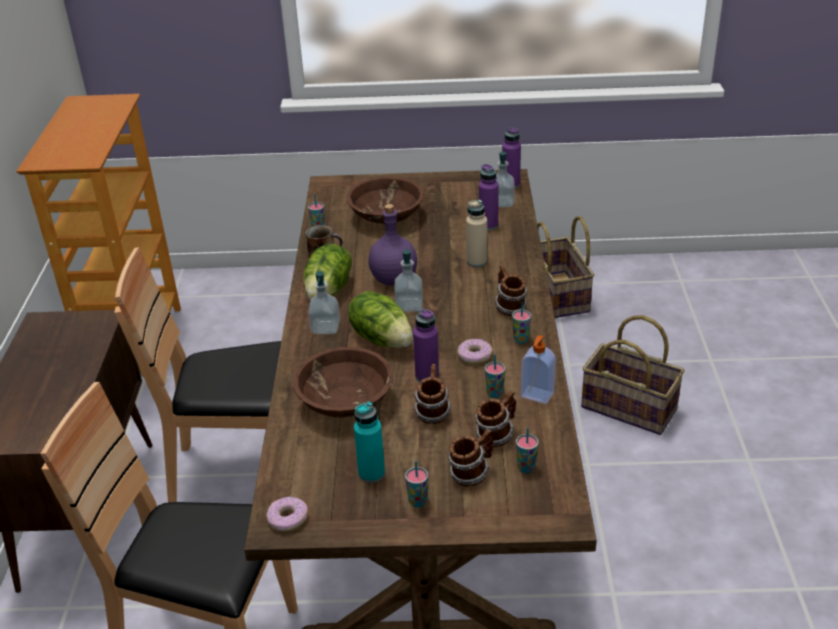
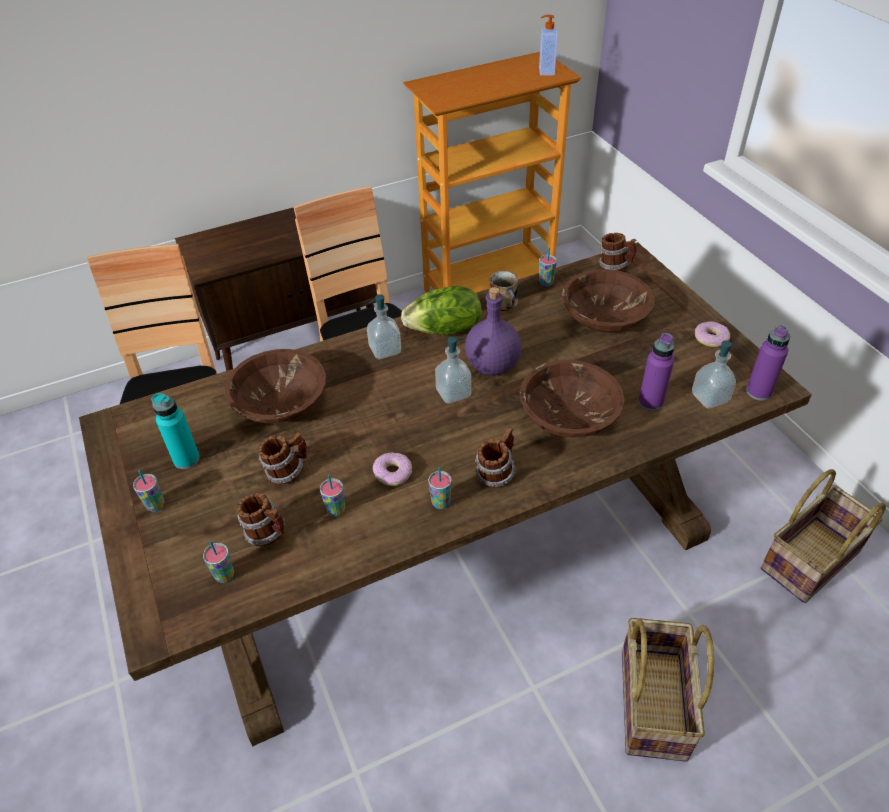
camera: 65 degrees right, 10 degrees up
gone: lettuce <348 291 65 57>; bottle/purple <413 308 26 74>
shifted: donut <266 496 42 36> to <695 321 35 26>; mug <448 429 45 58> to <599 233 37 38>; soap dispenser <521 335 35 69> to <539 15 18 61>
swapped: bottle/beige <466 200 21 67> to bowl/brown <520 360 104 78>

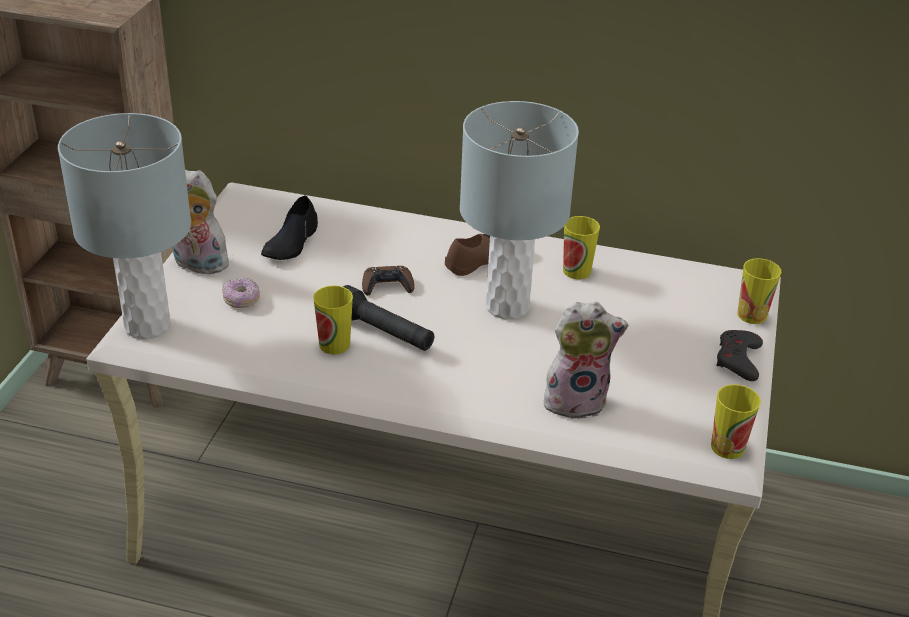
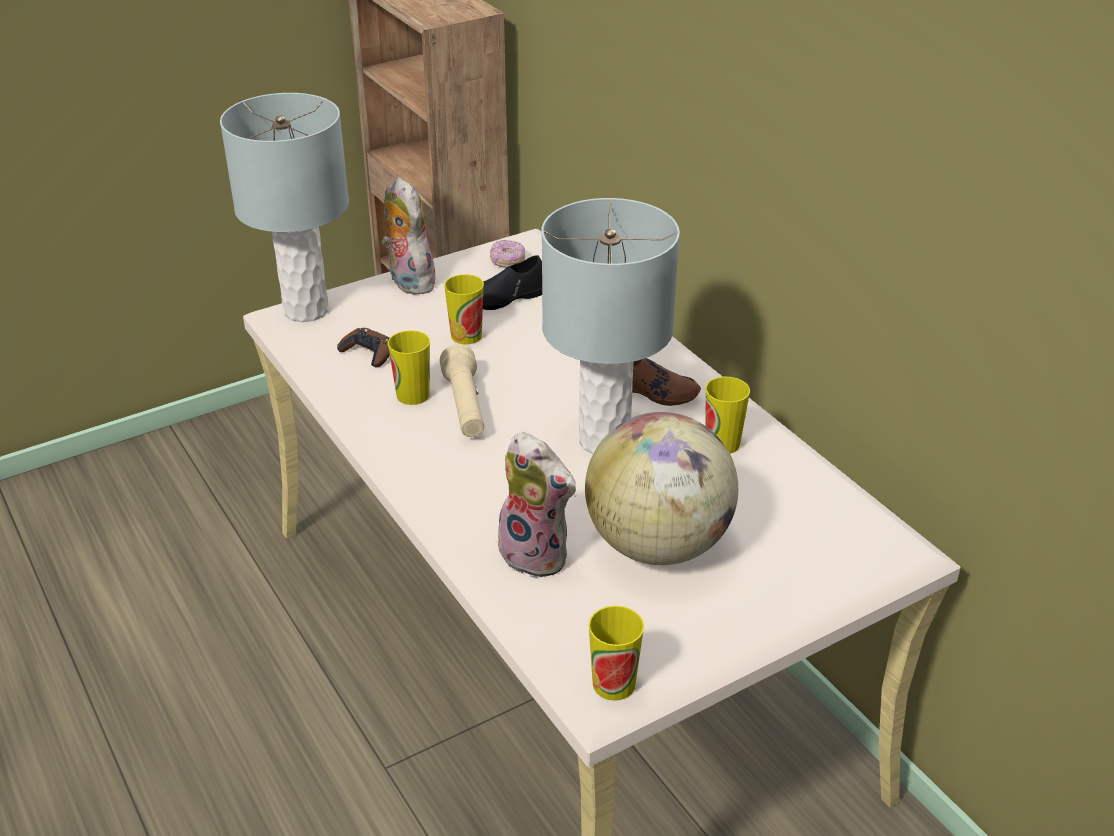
camera: 45 degrees right, 0 degrees up
gone: game controller/grey <716 330 47 51>
new: globe <585 412 153 153>
shifted: donut <222 278 38 30> to <490 240 36 28>; game controller/brown <362 266 53 29> to <337 328 53 39>; cup <737 258 44 66> to <444 274 40 70>
repainted: flashlight/black <343 285 91 66> to flashlight/beige <440 344 44 93>

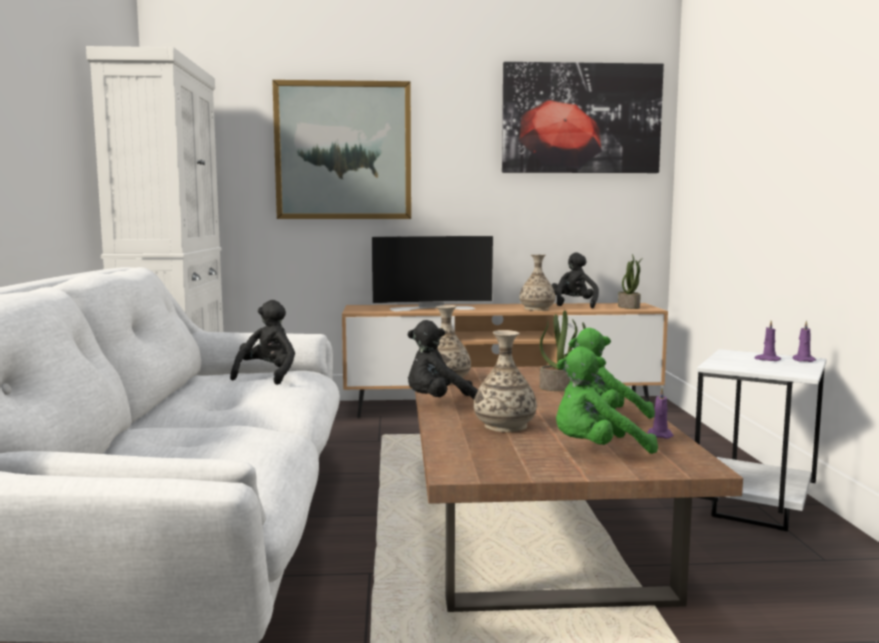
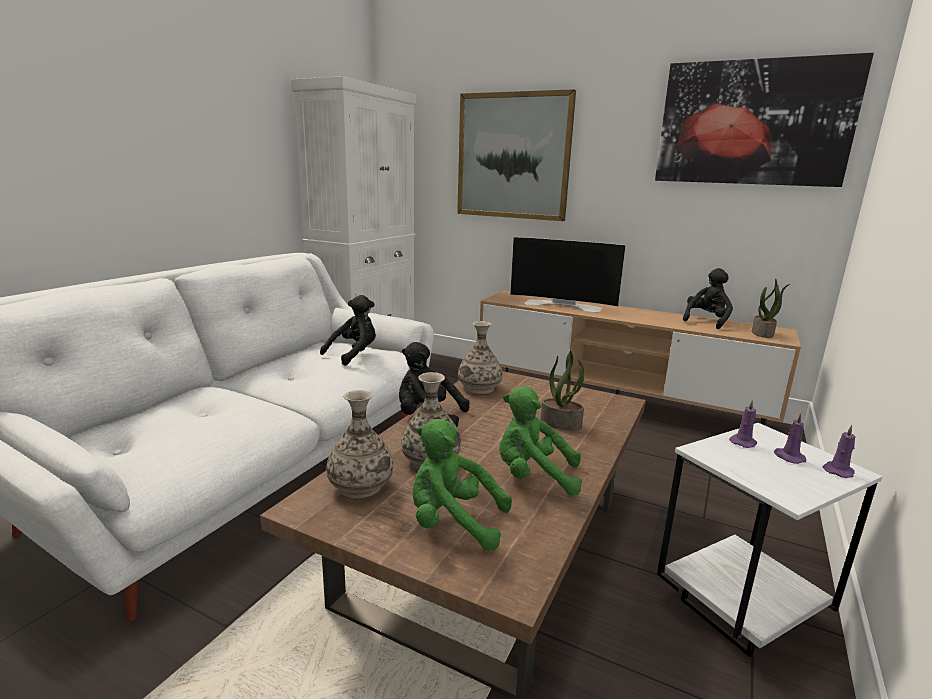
camera: 30 degrees right, 10 degrees up
shifted: vase <519 255 36 56> to <326 390 67 109>; candle/purple <647 388 26 51> to <729 399 28 49>

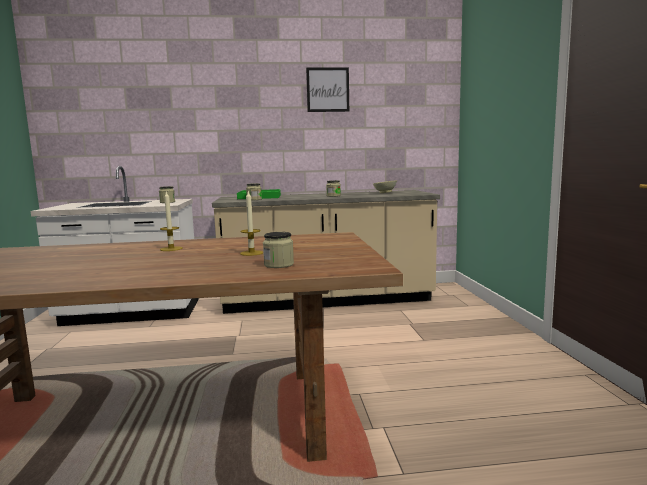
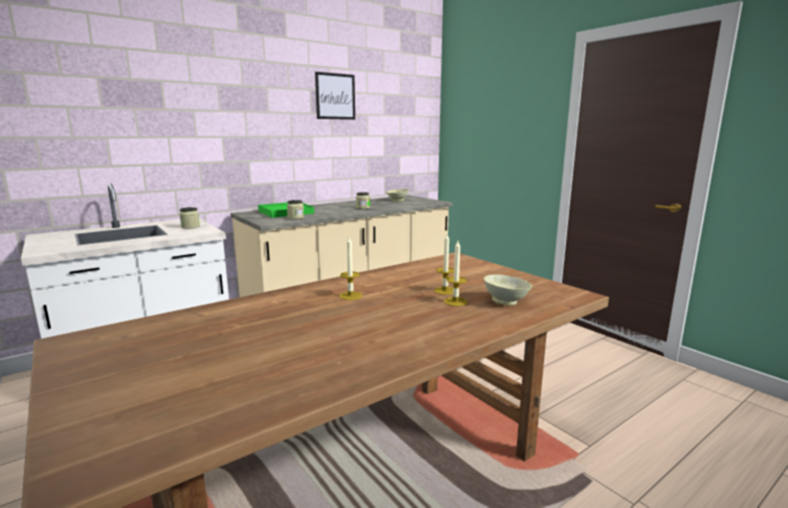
camera: 30 degrees left, 5 degrees up
new: candle <444 241 24 65>
swapped: jar <263 232 31 36> to bowl/beige <484 274 48 32>

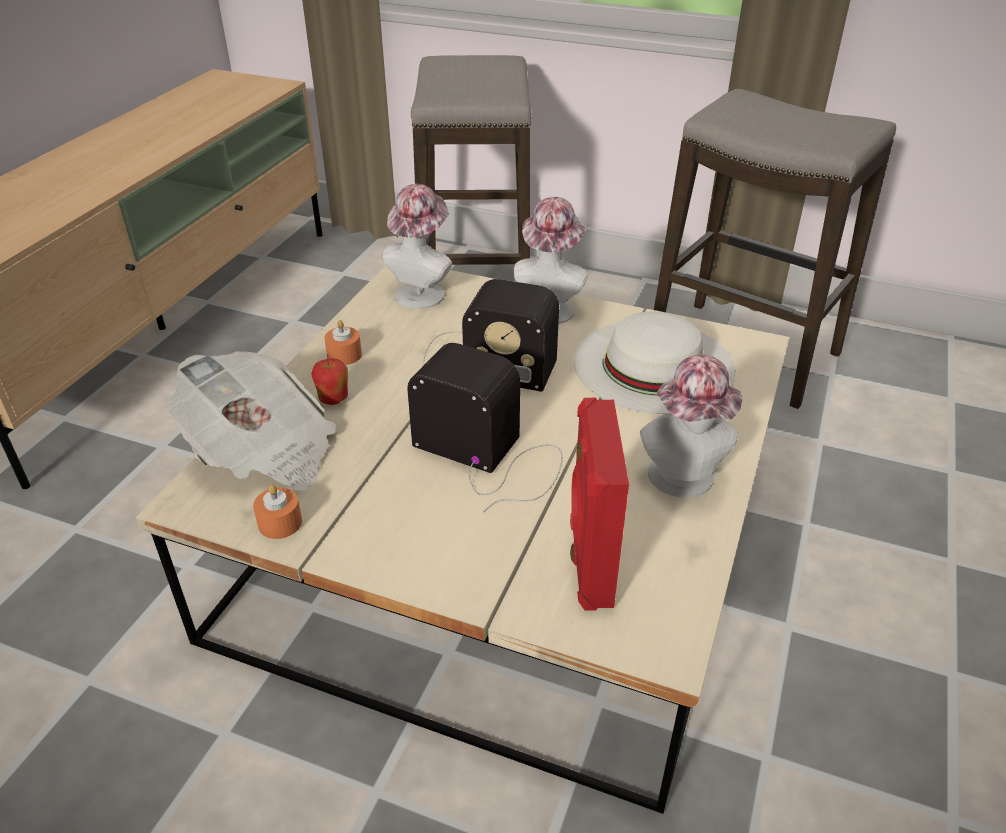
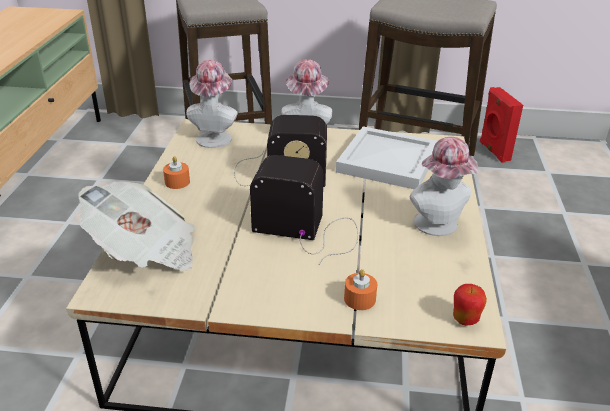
camera: 15 degrees left, 5 degrees down
shifted: candle/orange <253 485 49 54> to <344 269 33 41>; apple <312 358 36 47> to <453 284 34 42>; speaker/red <570 398 59 213> to <480 87 43 76>
swapped: hat/white <574 312 162 102> to tray/white <336 126 101 64>

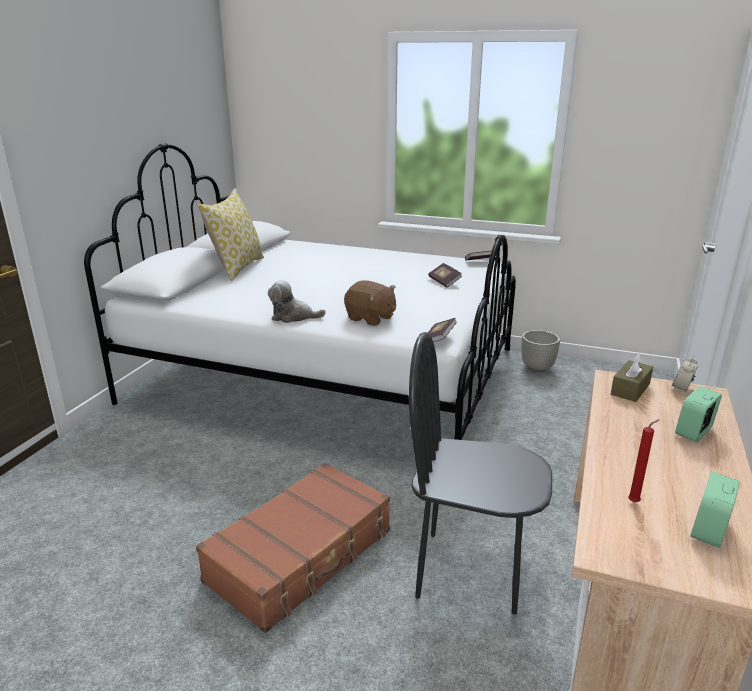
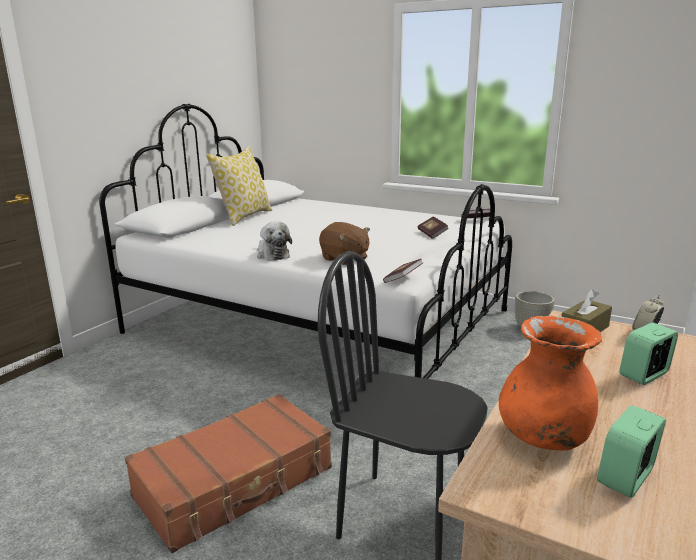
camera: 10 degrees right, 5 degrees down
swapped: candle/red <628 419 32 83> to vase/orange <499 316 103 134>
rotated: plush toy <268 280 58 43> = <257 221 35 40> 135 degrees counterclockwise

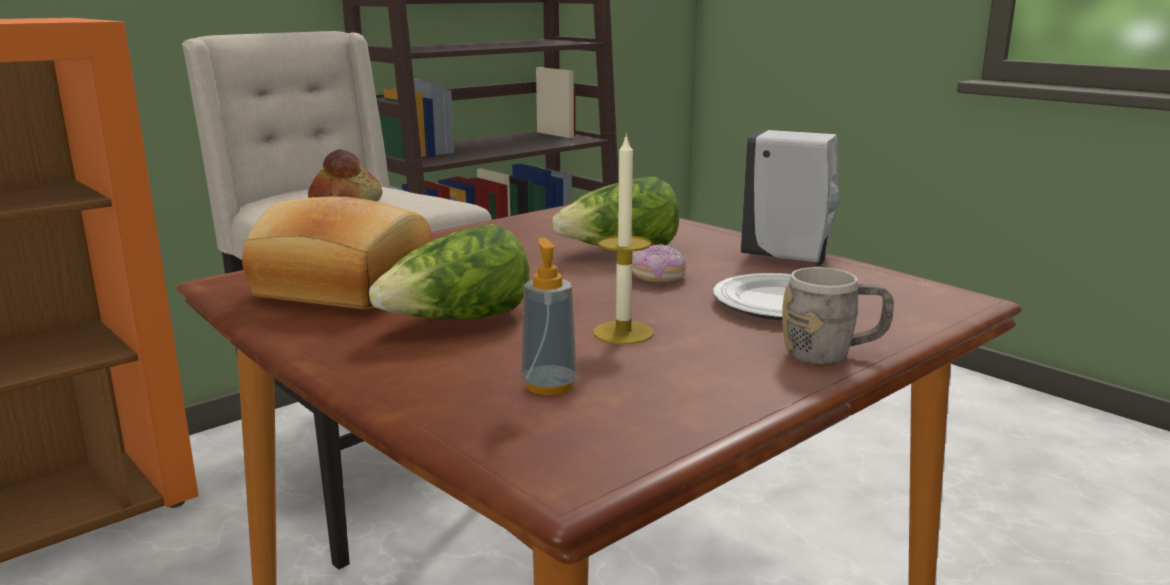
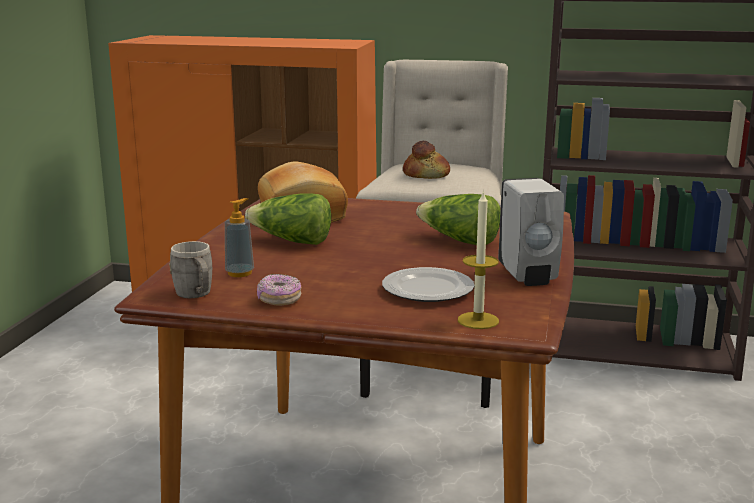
camera: 55 degrees right, 0 degrees up
shifted: candle <593 133 61 211> to <458 190 41 139>; donut <632 244 55 38> to <257 274 44 32>; mug/grey <782 267 112 98> to <169 241 43 57>

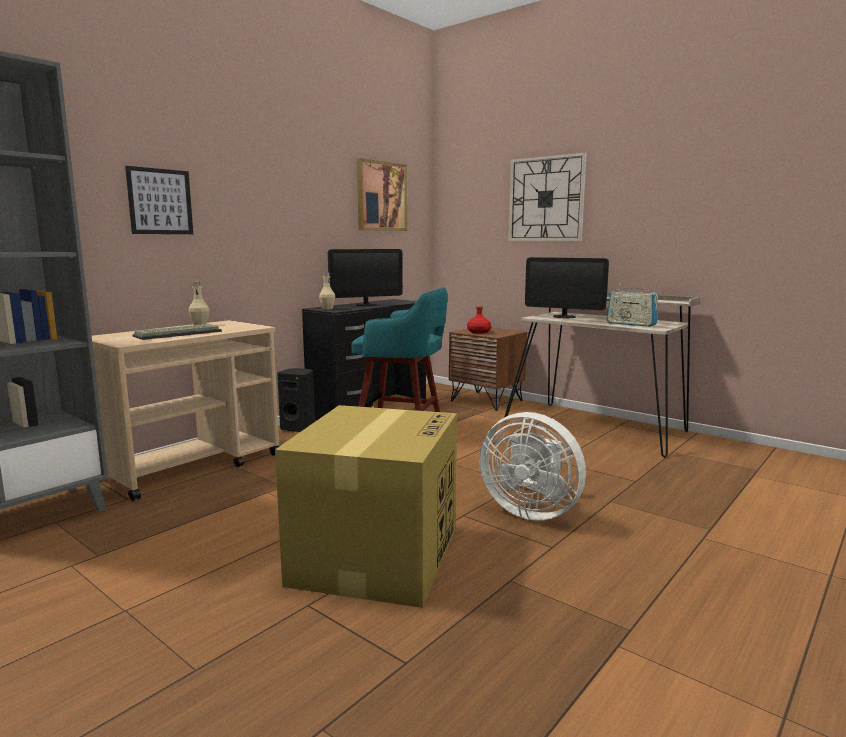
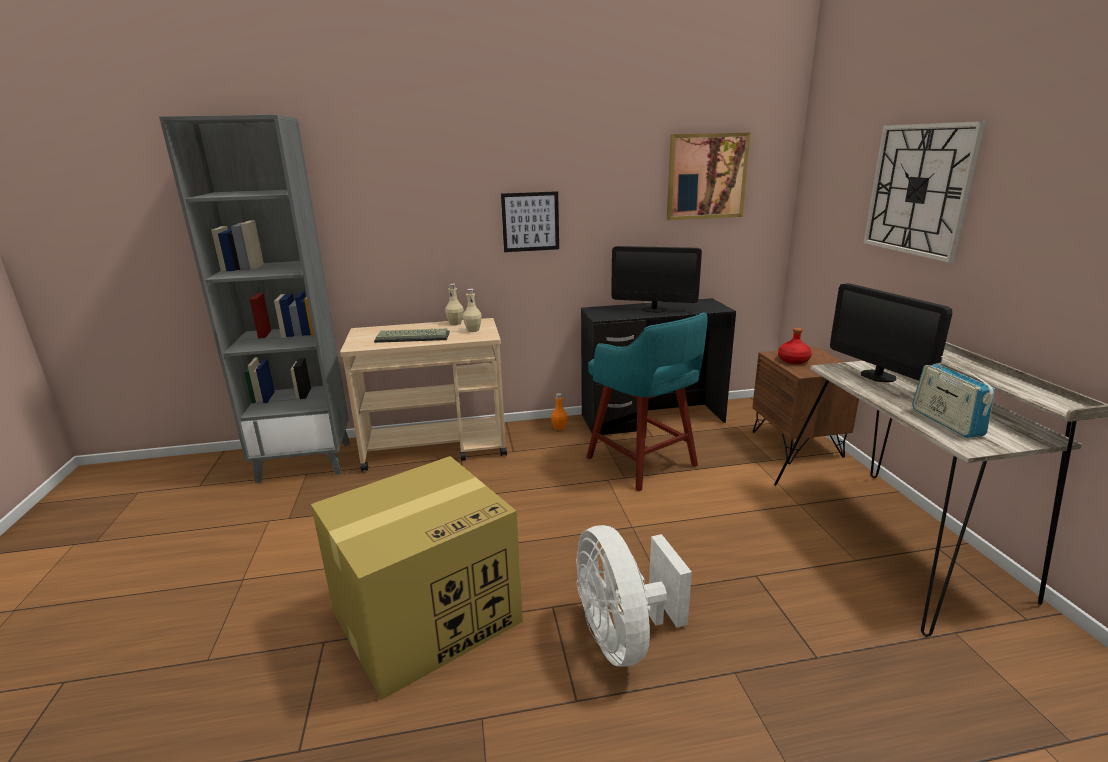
camera: 40 degrees right, 10 degrees up
shifted: picture <125 166 68 68> to <501 191 58 61>; bottle/beige <319 272 16 38> to <463 289 19 43>
swapped: speaker/black <277 368 38 64> to bottle/orange <551 393 16 37>

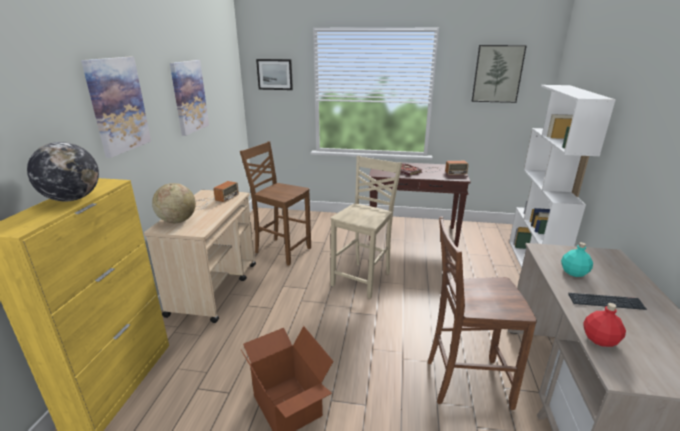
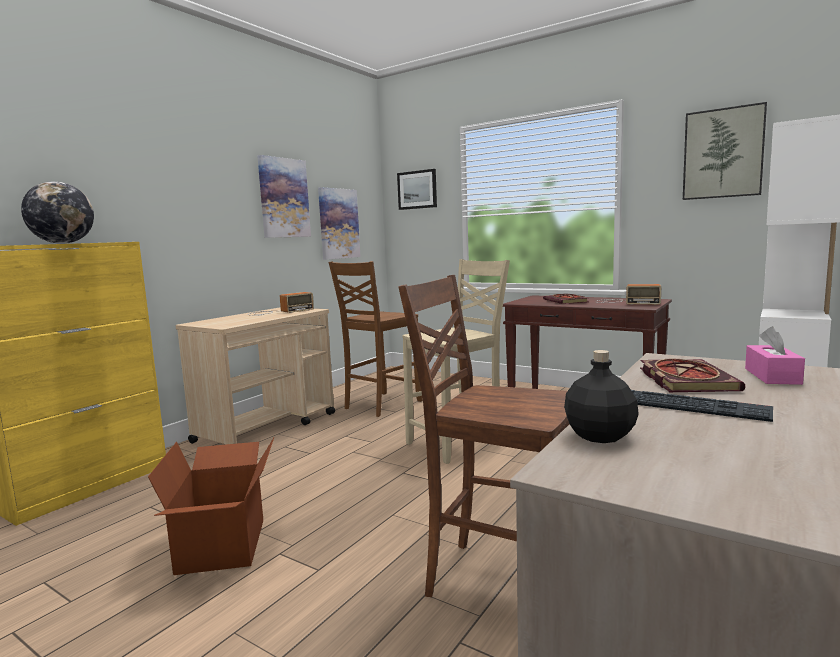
camera: 25 degrees right, 15 degrees down
gone: globe <152 183 44 40>
new: tissue box/pink <745 326 60 59>
shifted: picture <81 57 70 101> to <318 187 42 73>
swapped: bottle/turquoise <561 242 32 35> to book <640 359 105 33>
repainted: bottle/red <583 303 43 44> to bottle/black <564 350 75 93>
rotated: chair/brown <240 141 71 125> = <329 261 94 156> 105 degrees counterclockwise

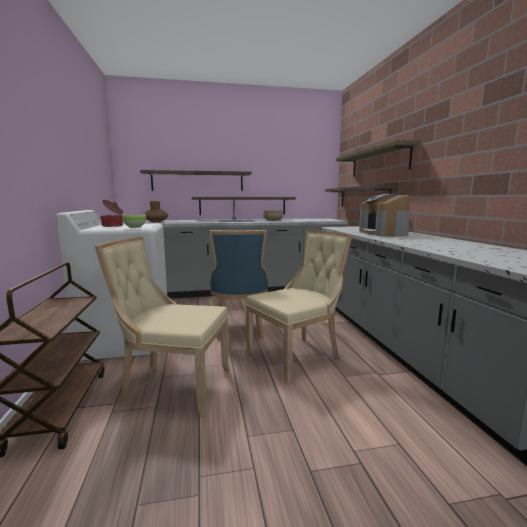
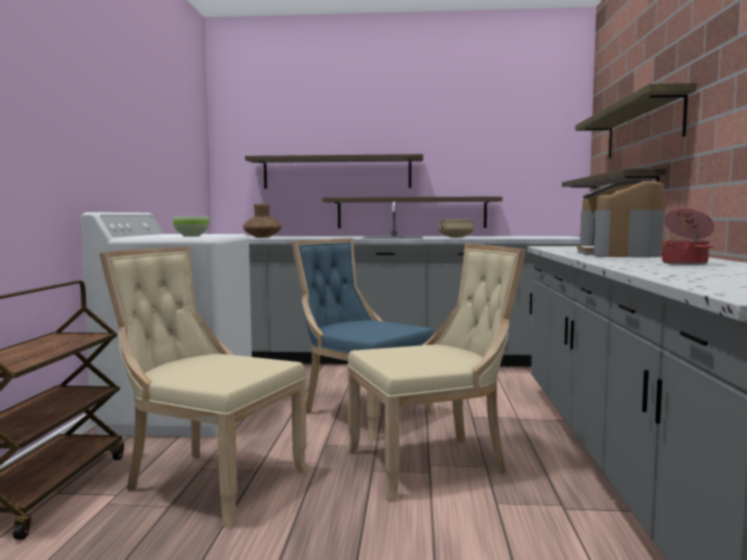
camera: 15 degrees right, 5 degrees down
shifted: cooking pot <100 200 23 27> to <661 208 53 57>
rotated: chair/blue <210 230 58 109> = <292 238 144 202> 120 degrees clockwise

